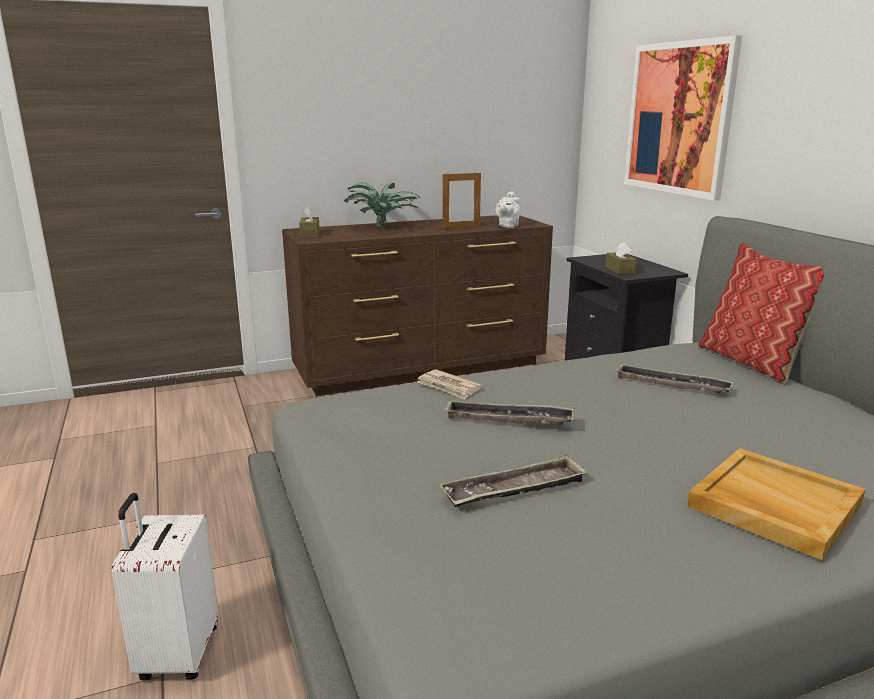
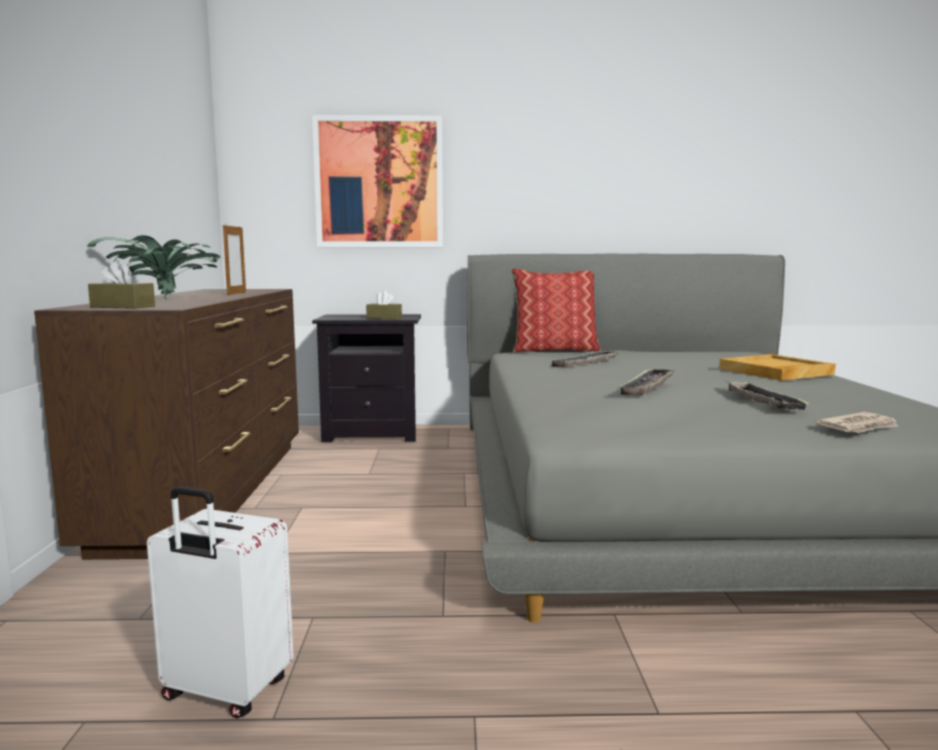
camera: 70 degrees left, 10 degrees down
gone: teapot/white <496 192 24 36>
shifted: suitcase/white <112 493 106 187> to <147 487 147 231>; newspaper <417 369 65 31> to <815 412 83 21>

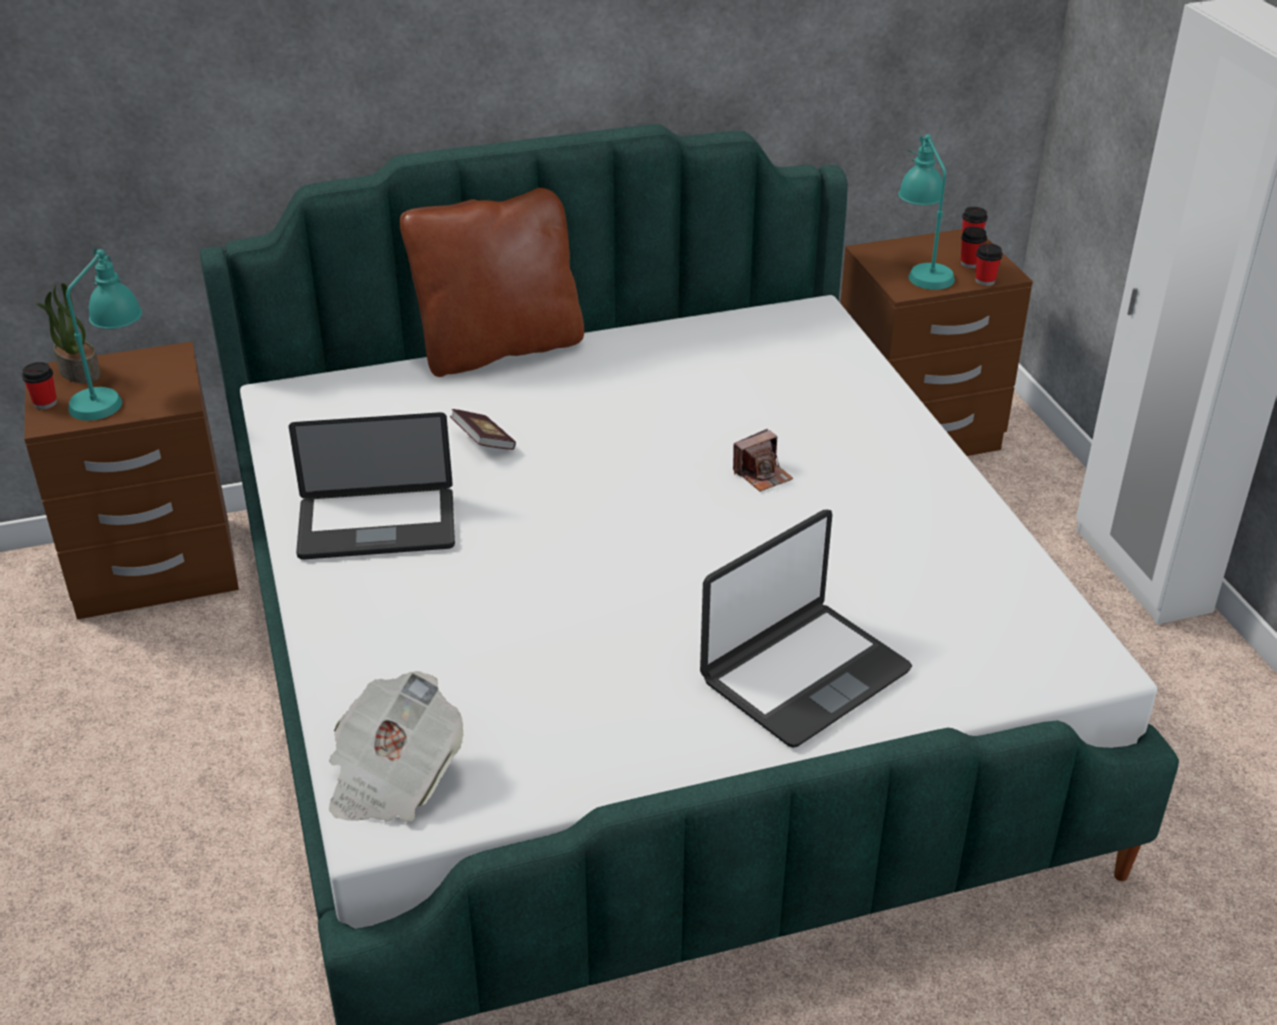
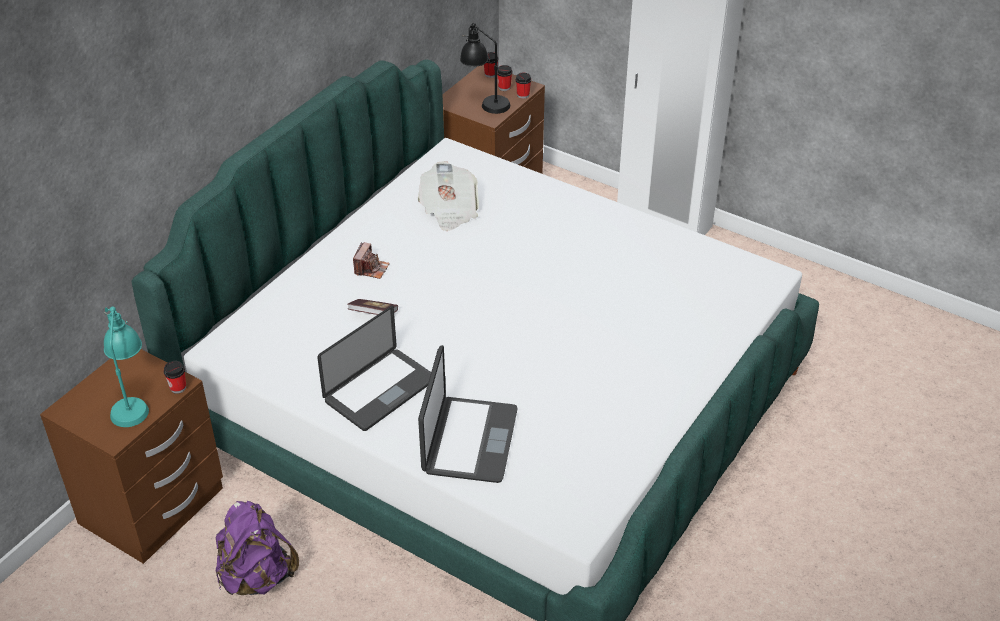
camera: 40 degrees left, 5 degrees up
gone: potted plant <36 283 65 100>; pillow/brown <400 188 184 189>
new: backpack/purple <216 501 83 94>
shifted: cup <22 362 35 47> to <163 361 23 33>; newspaper <329 671 135 151> to <418 161 61 70>; laptop <700 509 212 239> to <418 345 100 138>; photo camera <733 429 60 63> to <353 242 37 37>
repainted: table lamp/turquoise <898 134 57 156> to table lamp/black <460 23 50 91>

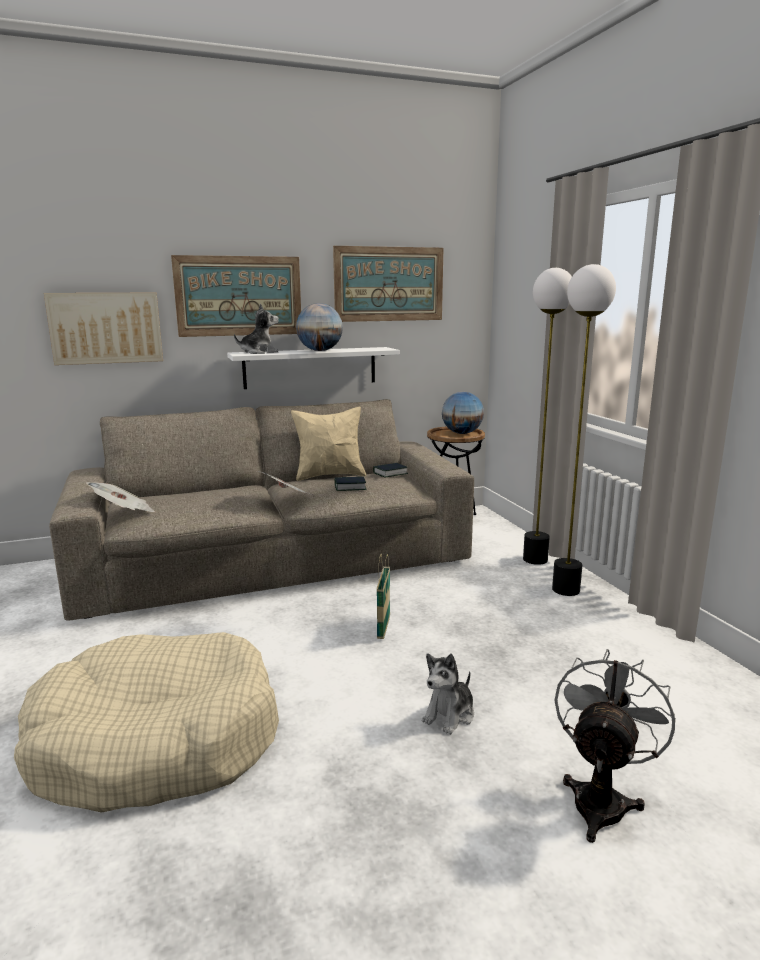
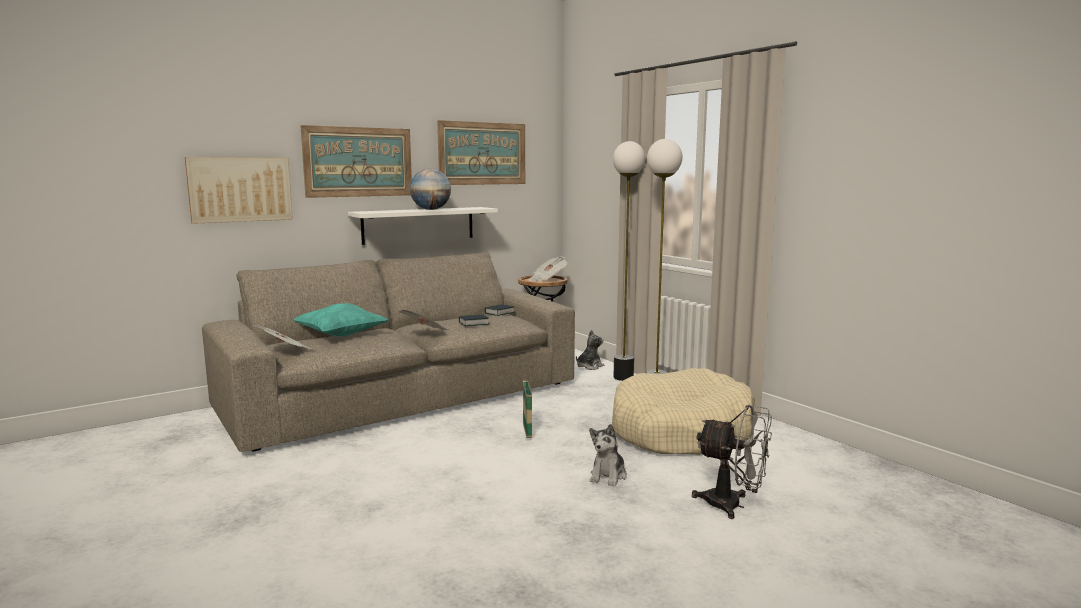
camera: 15 degrees left, 5 degrees down
gone: pillow/beige <291 406 75 75>
new: pillow/turquoise <294 303 94 33>
shifted: dog bed/beige <14 632 265 181> to <612 368 143 87>; plush toy <234 304 45 50> to <576 330 28 40>
swapped: globe <442 392 42 42> to newspaper <529 256 39 25>
rotated: fan/grey <555 649 121 194> = <692 405 80 114> 105 degrees clockwise

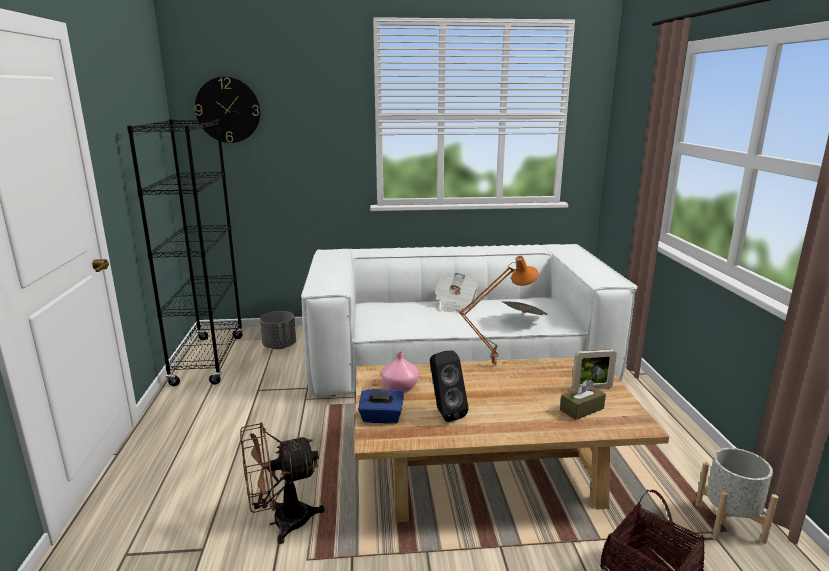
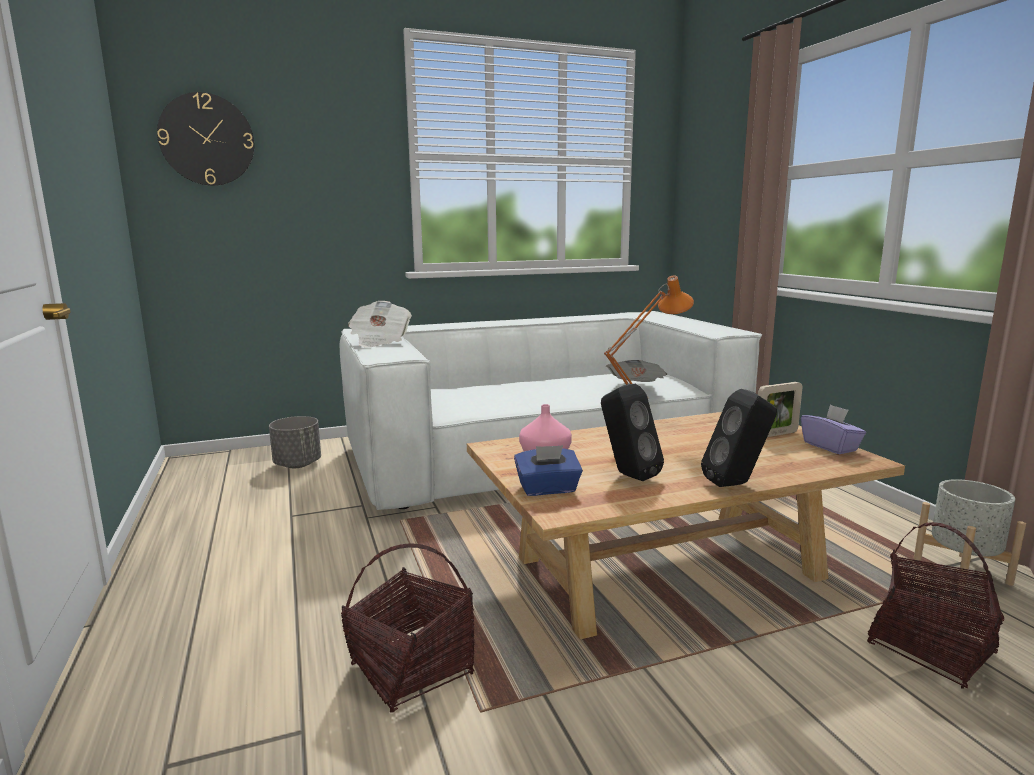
camera: 15 degrees left, 5 degrees down
gone: bookcase/black <127 119 116 267>; tissue box/brown <560 380 46 40>
new: speaker/black <701 389 76 98>; tissue box/purple <801 404 65 50>
shifted: newspaper <434 272 45 40> to <348 301 64 46>
swapped: fan/brown <240 422 85 122> to basket <341 543 133 170>

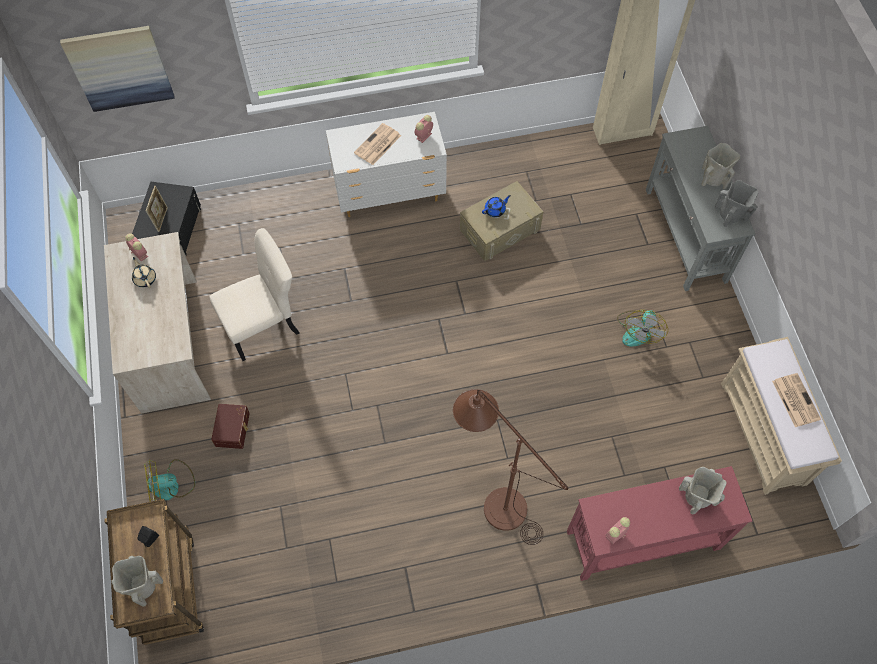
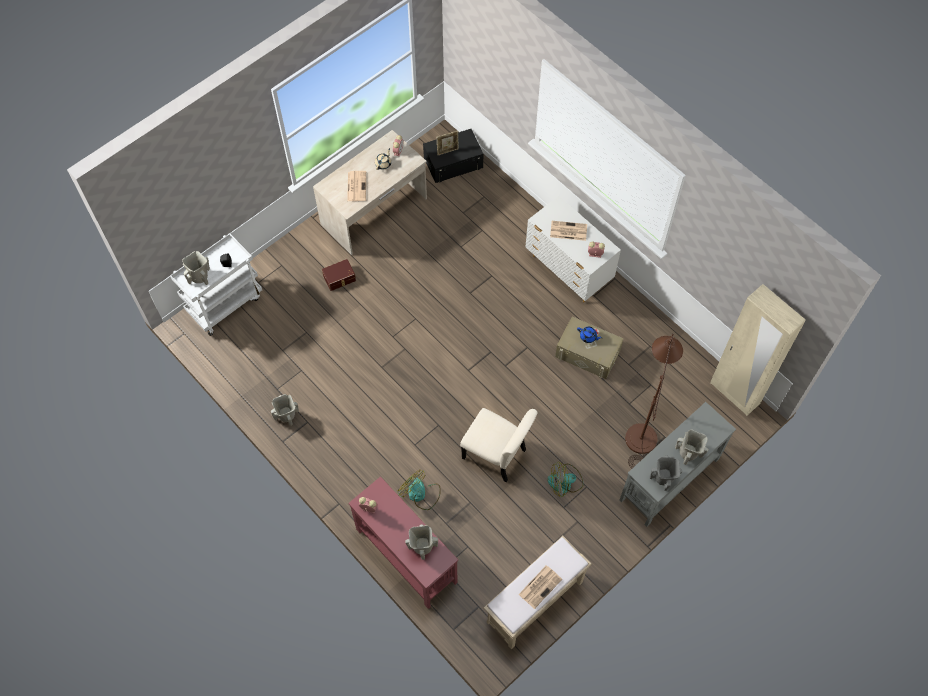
camera: 60 degrees right, 0 degrees up
gone: picture <60 26 115 86>
new: vase/beige <271 394 28 32>; newspaper <347 171 19 30>
shifted: fan <144 459 51 43> to <397 470 44 40>; chair/beige <209 228 90 133> to <460 408 78 74>; floor lamp/brown <453 389 115 156> to <625 334 58 134>
repainted: cart/brown <104 499 100 146> to cart/white <170 233 92 103>

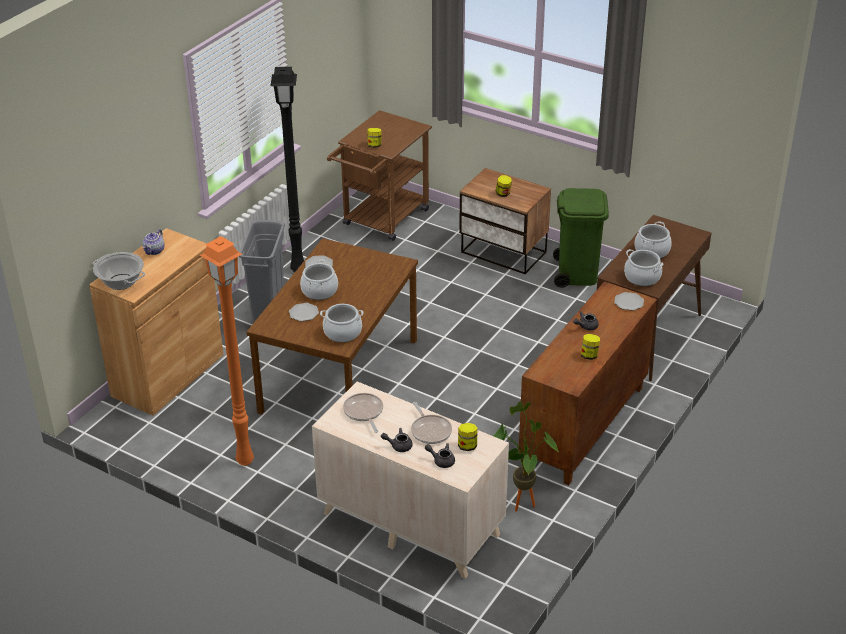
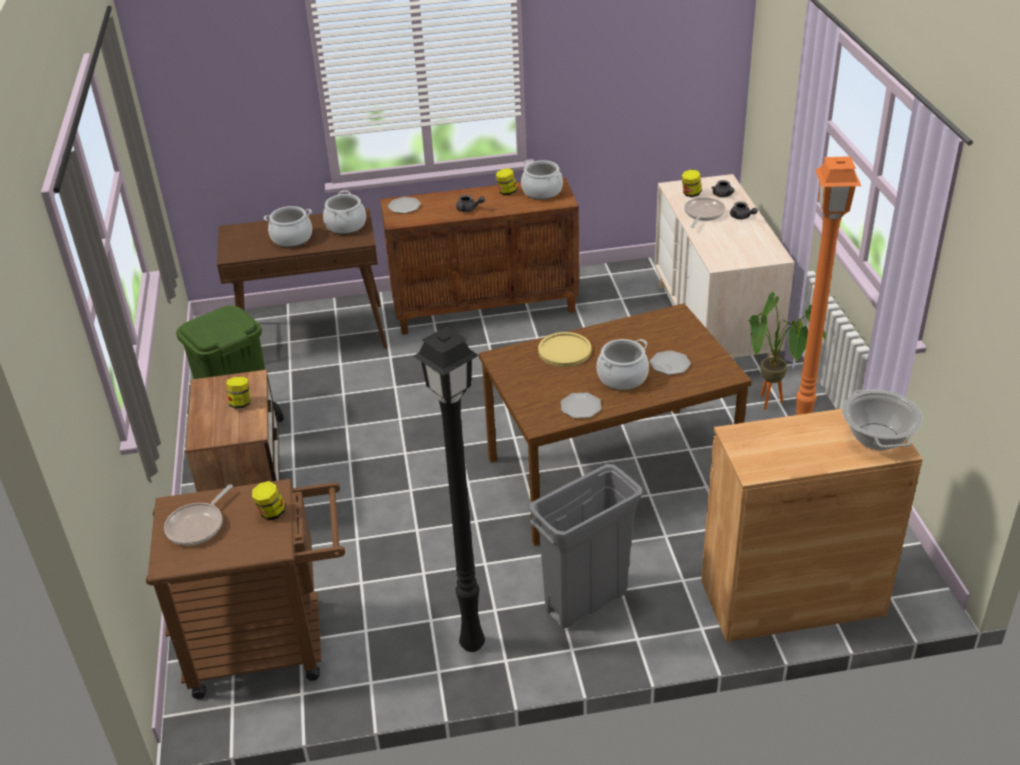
camera: 130 degrees left, 0 degrees up
gone: teapot <142 229 23 26>
new: plate/yellow <538 332 53 35>
shifted: cooking pot <320 304 44 38> to <521 159 42 41>; frying pan <343 393 40 40> to <164 484 69 61>; potted plant <493 401 66 111> to <748 292 78 118>

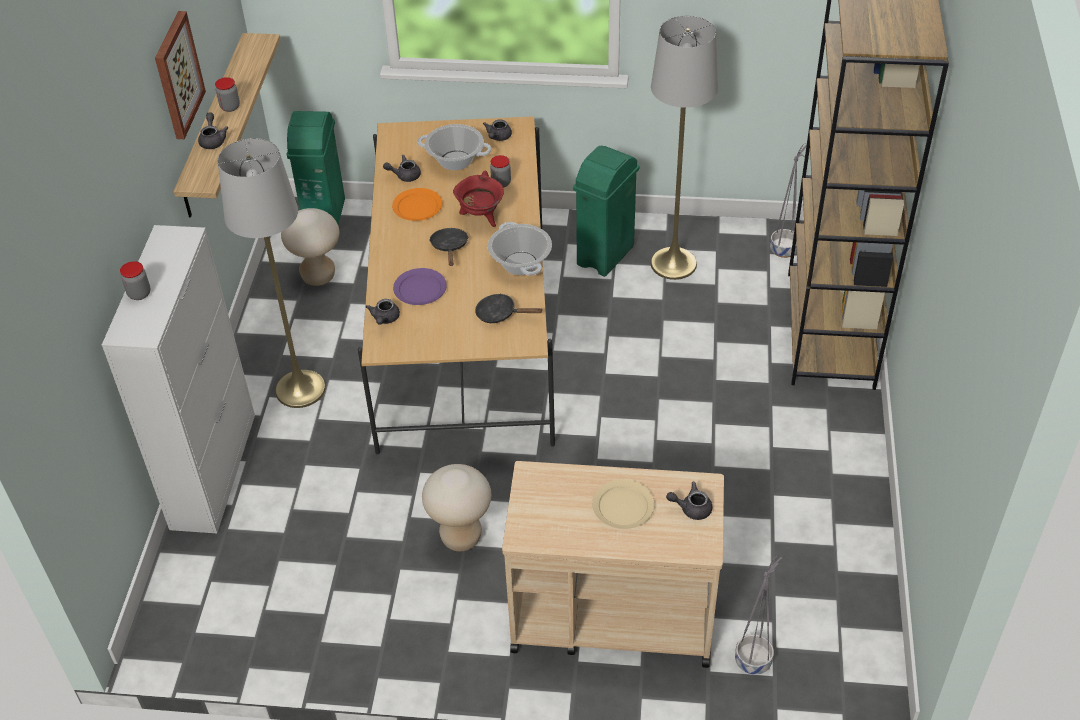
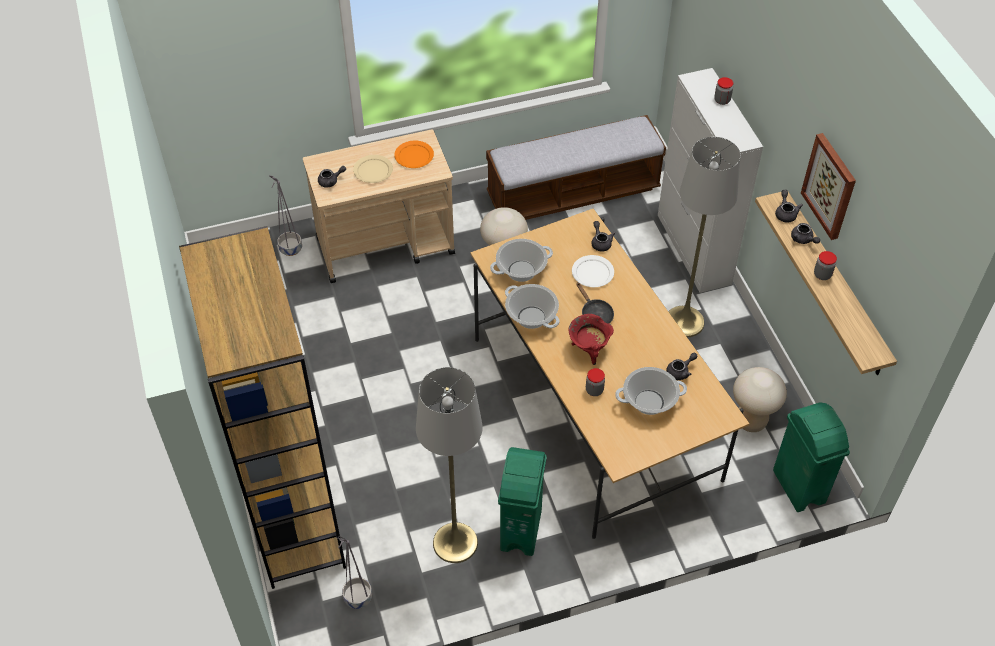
camera: 155 degrees right, 5 degrees up
new: bench <486 115 180 105>
shifted: plate/orange <392 188 50 33> to <394 141 40 27>; teapot/grey <483 119 29 22> to <775 190 28 33>
swapped: frying pan/black <475 293 67 30> to cooking pot <490 239 63 43>
repainted: plate/purple <393 268 54 37> to plate/white <572 255 42 32>

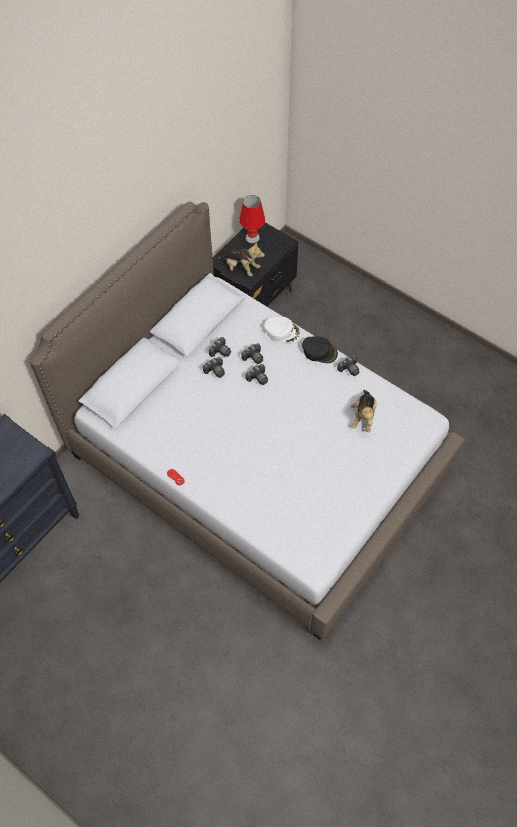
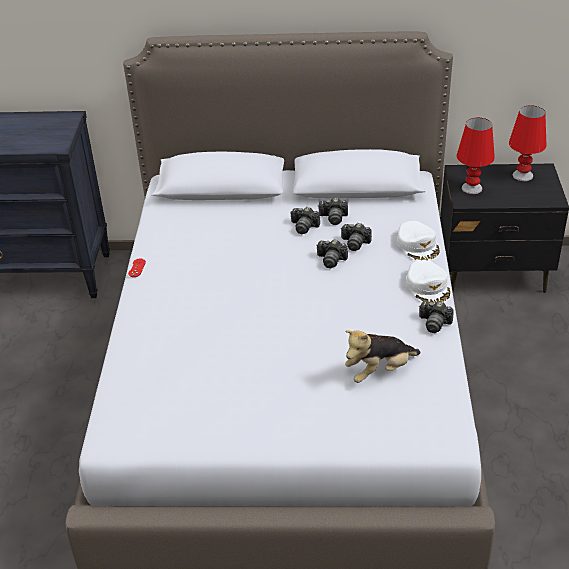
camera: 55 degrees right, 20 degrees down
swapped: plush toy <216 242 49 34> to table lamp/red <457 118 38 76>
repainted: cap/black <302 336 36 27> to cap/white <406 260 44 44>

